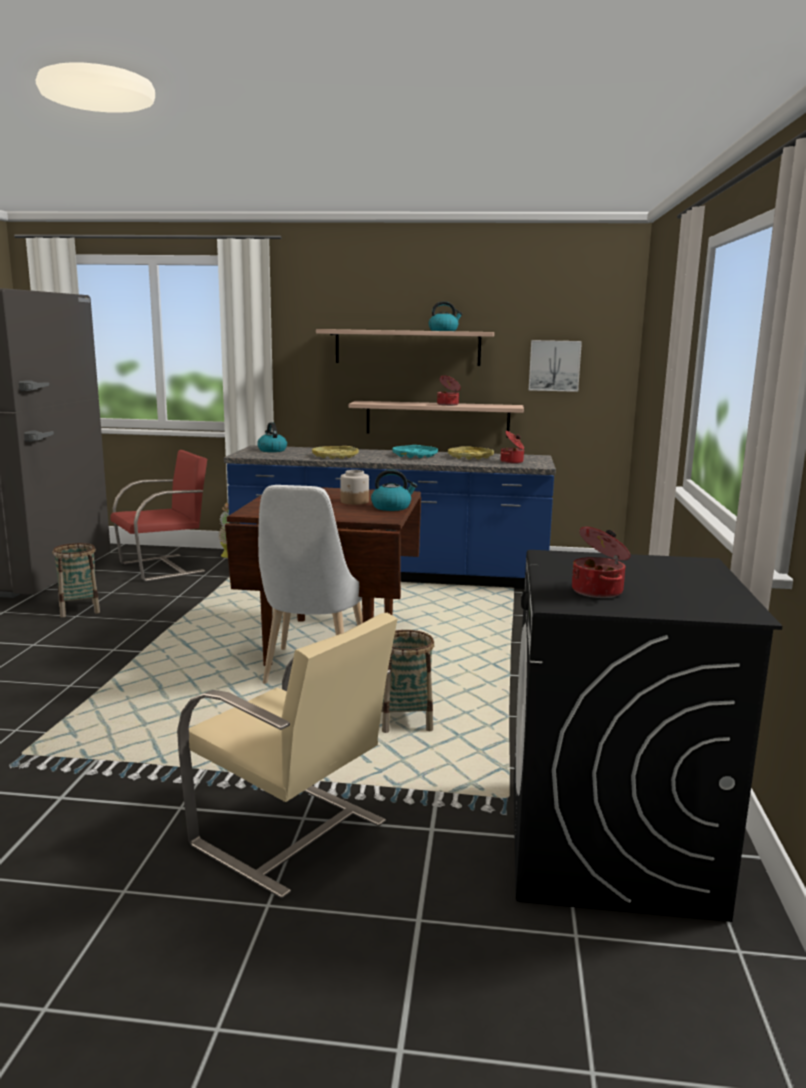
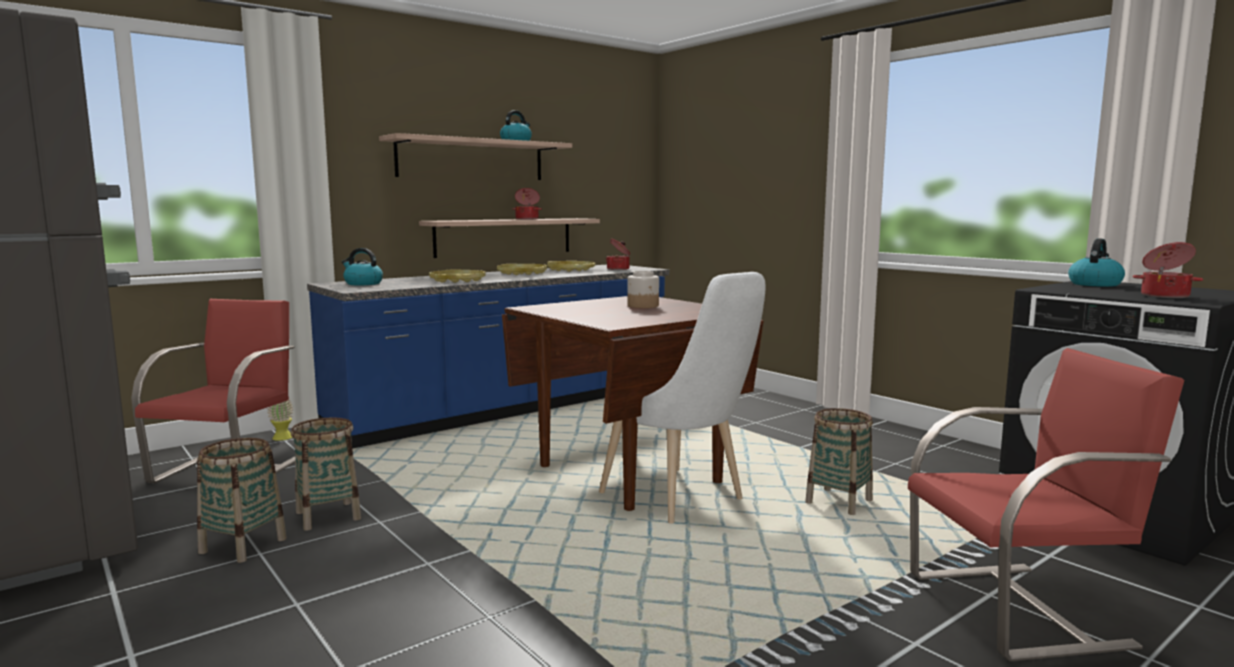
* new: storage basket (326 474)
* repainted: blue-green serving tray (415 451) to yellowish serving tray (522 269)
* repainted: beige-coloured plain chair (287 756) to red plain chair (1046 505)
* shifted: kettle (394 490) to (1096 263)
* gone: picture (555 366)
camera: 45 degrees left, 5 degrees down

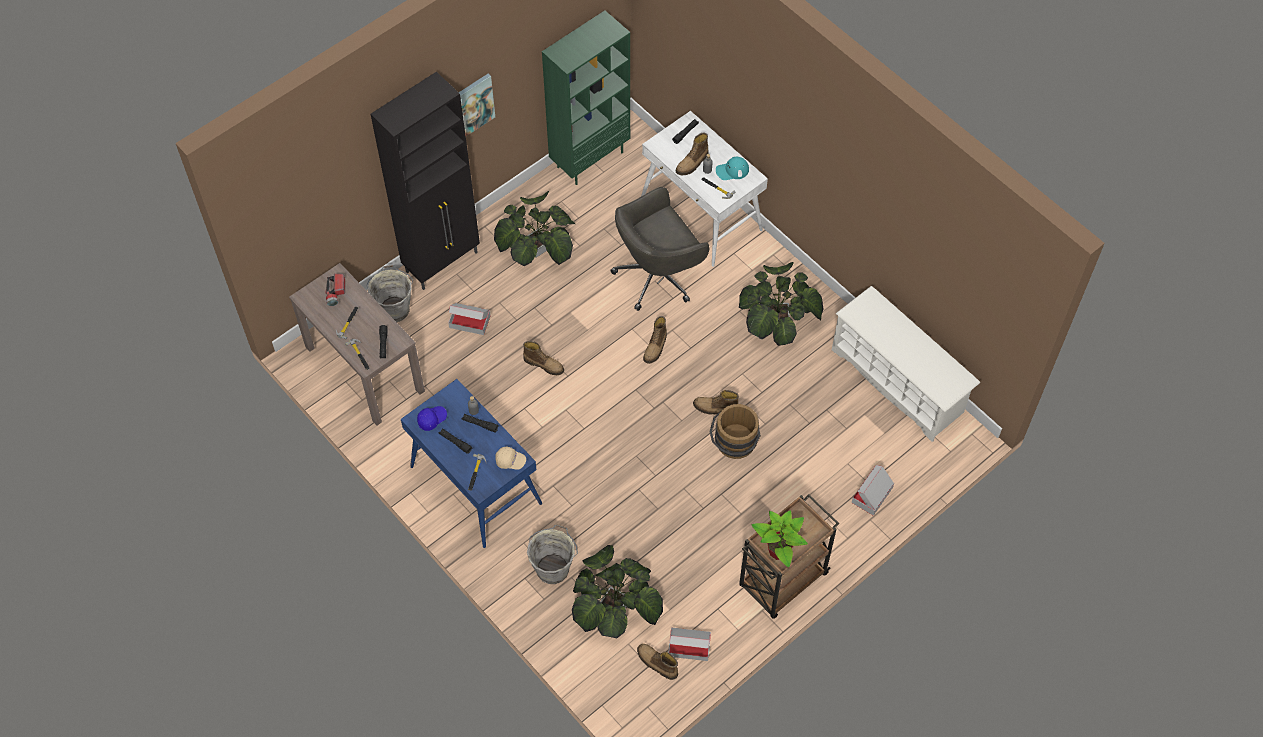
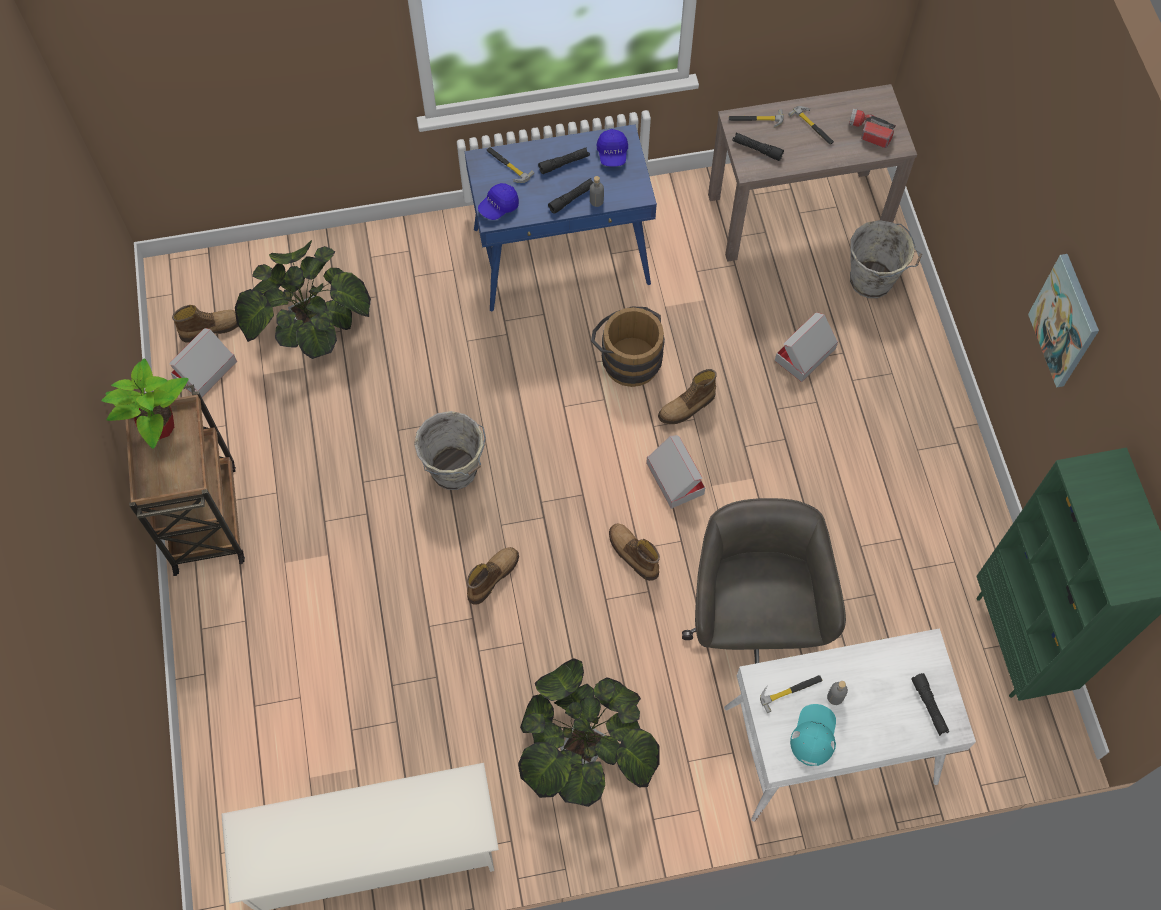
* shifted: grey pail (552 554) to (450 450)
* repainted: beige-coloured baseball cap (510 458) to blue baseball cap (498 201)
* shifted: brown pail (735 431) to (628 347)
* shifted: cardboard box (873 490) to (675 472)
* gone: blackish cabinet (425 181)
* gone: houseplant (534 228)
* gone: high-top boot (692 154)
camera: 120 degrees right, 5 degrees up

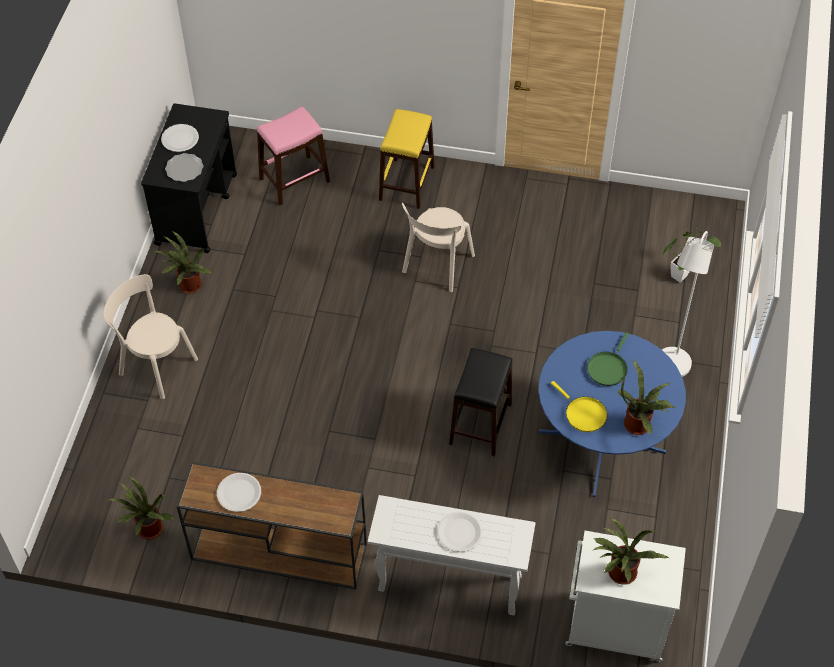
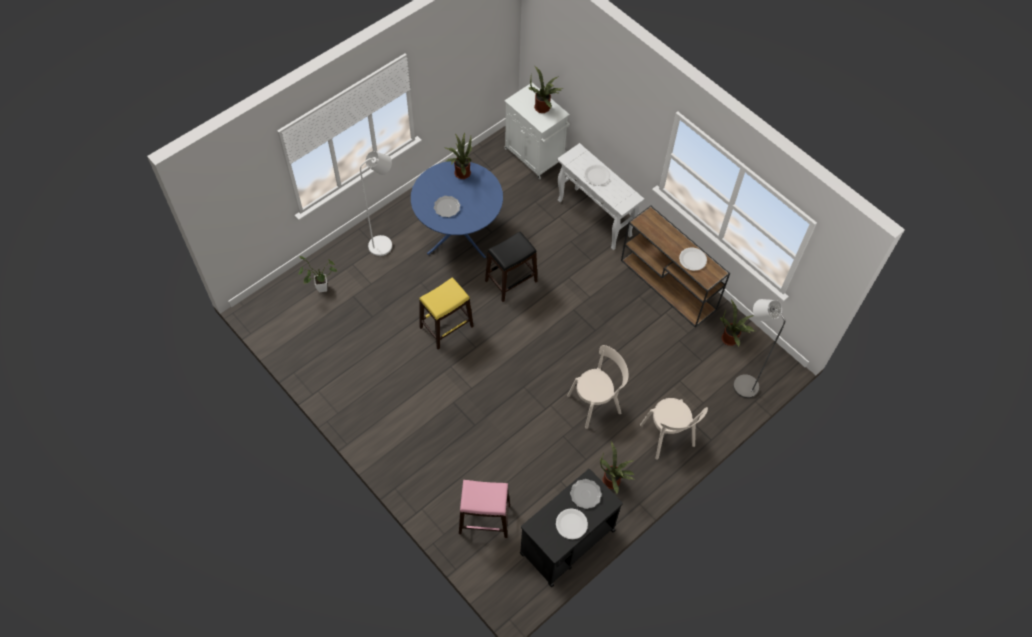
* shifted: yellowish stool (407 159) to (446 313)
* swapped: green pan (608 359) to plate (447 206)
* shifted: beige-coloured plain chair (438 247) to (598 387)
* new: grey standard lamp (759 348)
* gone: yellowish pan (579 406)
camera: 145 degrees left, 5 degrees up

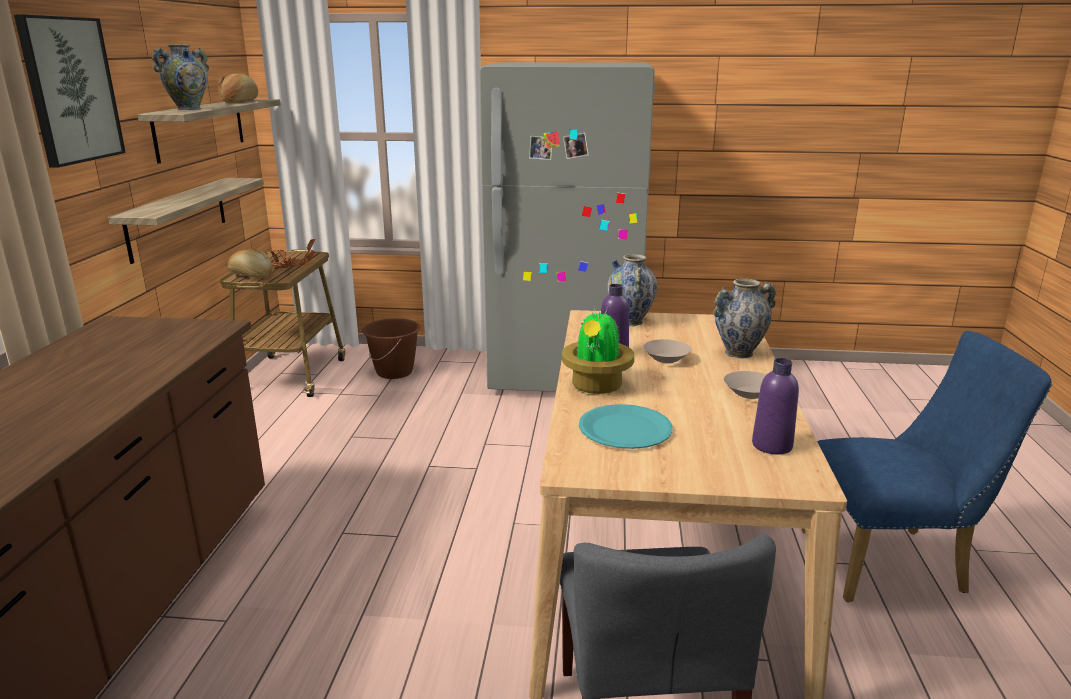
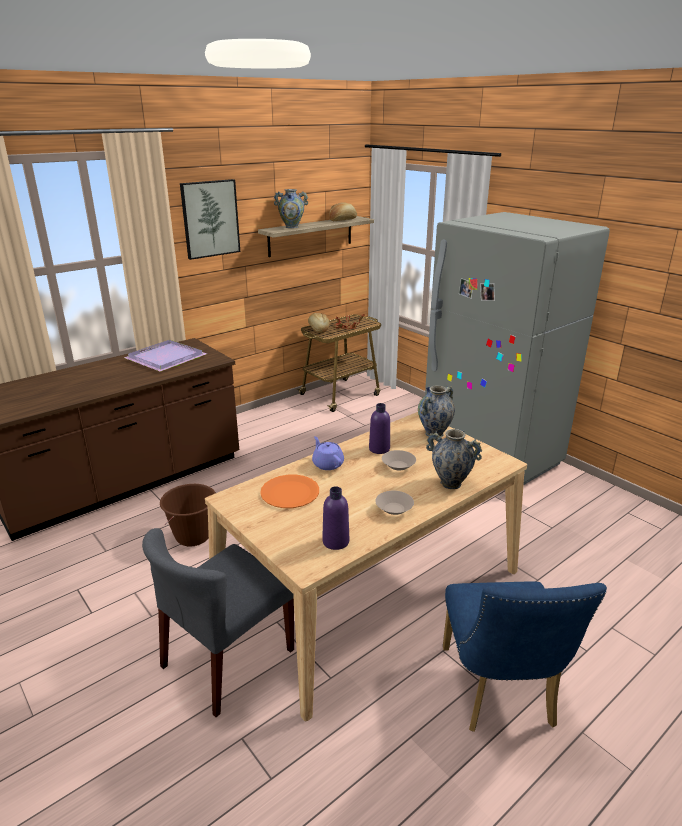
* new: purple-coloured serving tray (165 356)
* shifted: brown pail (391 348) to (188 515)
* repainted: blue-green plate (626 426) to orangey plate (289 491)
* swapped: houseplant (598 351) to purple-coloured teapot (328 453)
* rotated: blue plain chair (926 466) = (525 656) 45 degrees clockwise
* gone: shelf (186 221)
camera: 45 degrees right, 5 degrees up

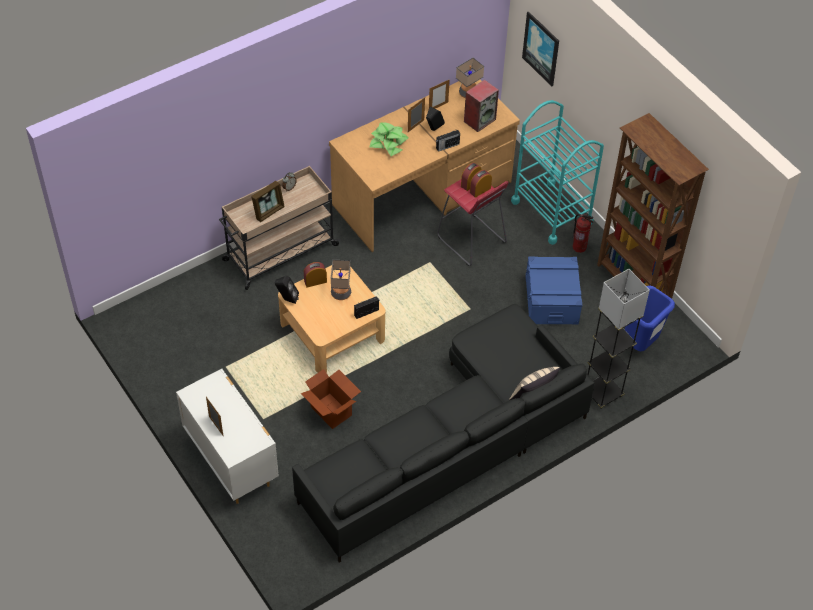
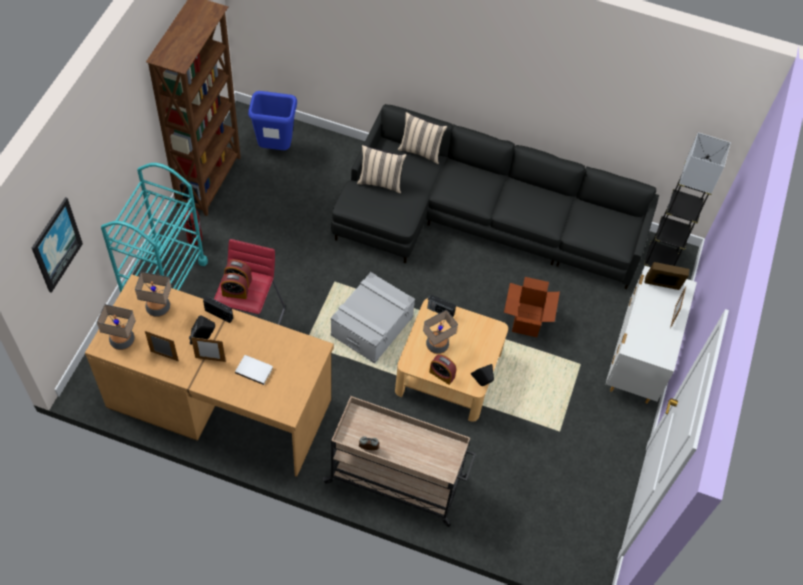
* swapped: loudspeaker (481 105) to lamp for a table (153 294)
* swapped: houseplant (389 139) to white-coloured book (254 370)
* new: grey storage bin (373 318)
* new: beige-coloured throw pillow (382 169)
* shifted: grey standard lamp (618 339) to (687 200)
* shifted: photo frame (268 201) to (667 276)
* gone: blue storage bin (553 290)
camera: 130 degrees left, 5 degrees up

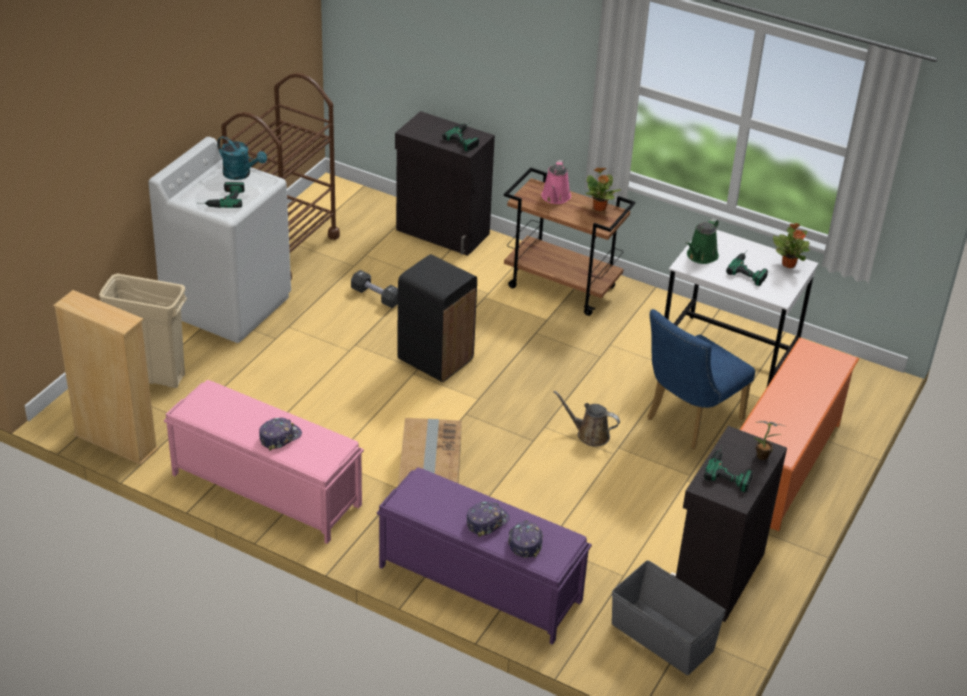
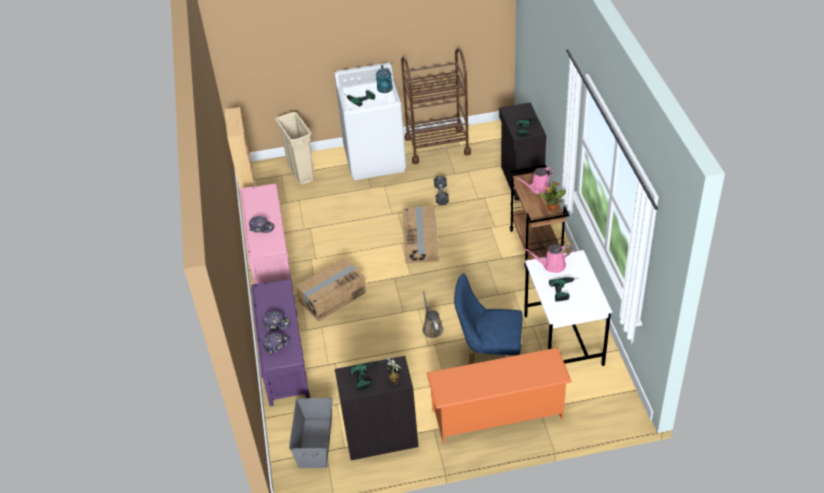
* swapped: blackish trash can (437 318) to cardboard box (420 234)
* repainted: green watering can (702 241) to pink watering can (548 258)
* gone: houseplant (791 245)
camera: 55 degrees right, 5 degrees up

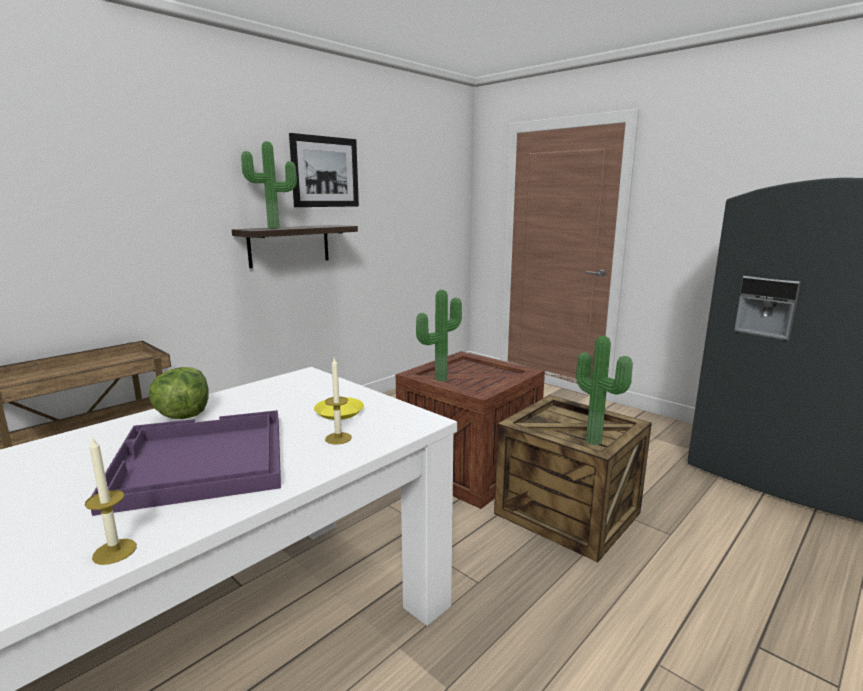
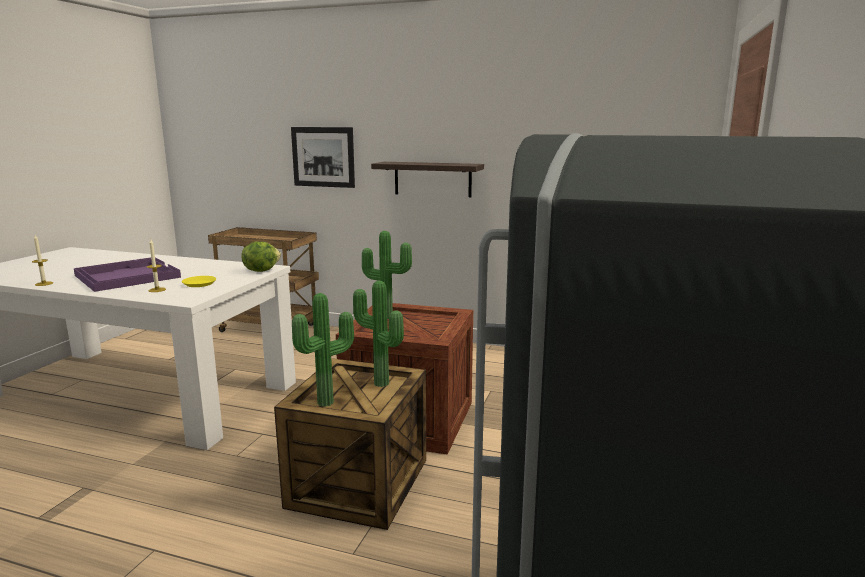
* shifted: head of lettuce (179 393) to (261 257)
* shifted: picture (324 170) to (323 157)
* shifted: houseplant (269 185) to (378 334)
camera: 65 degrees right, 0 degrees up

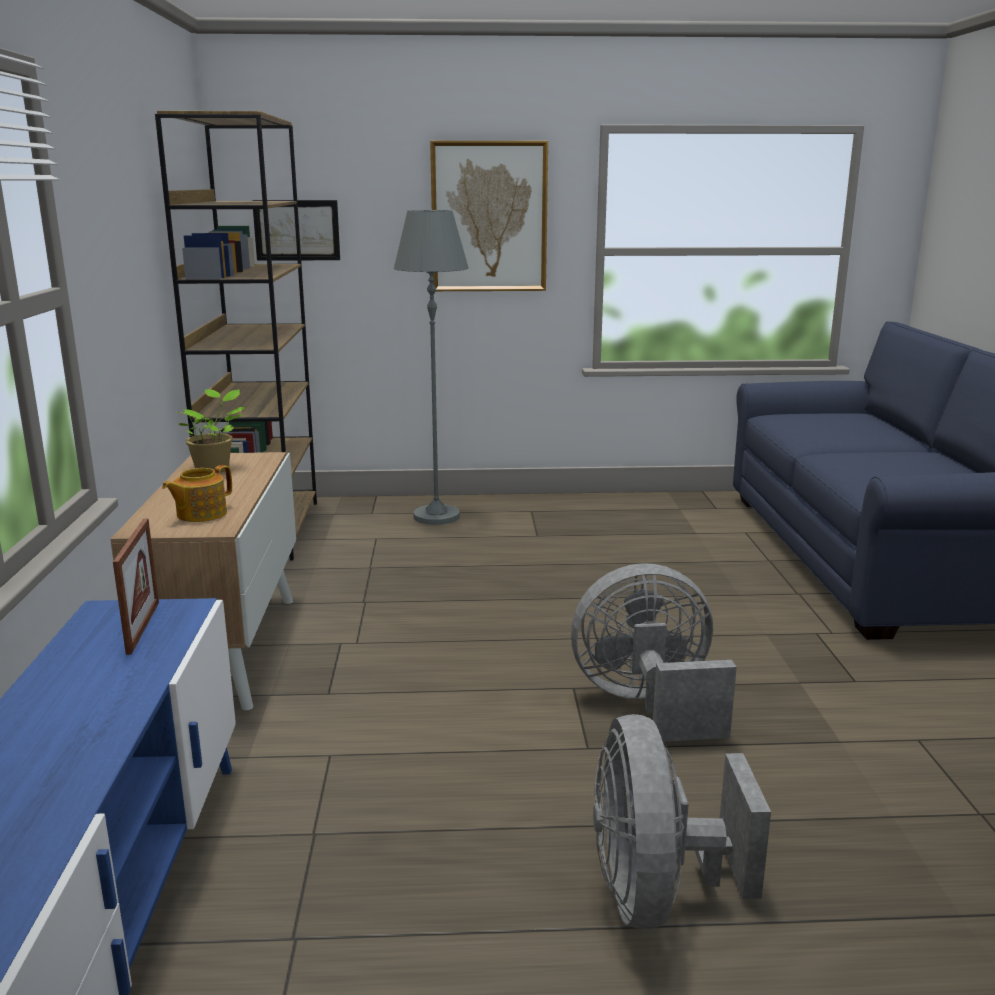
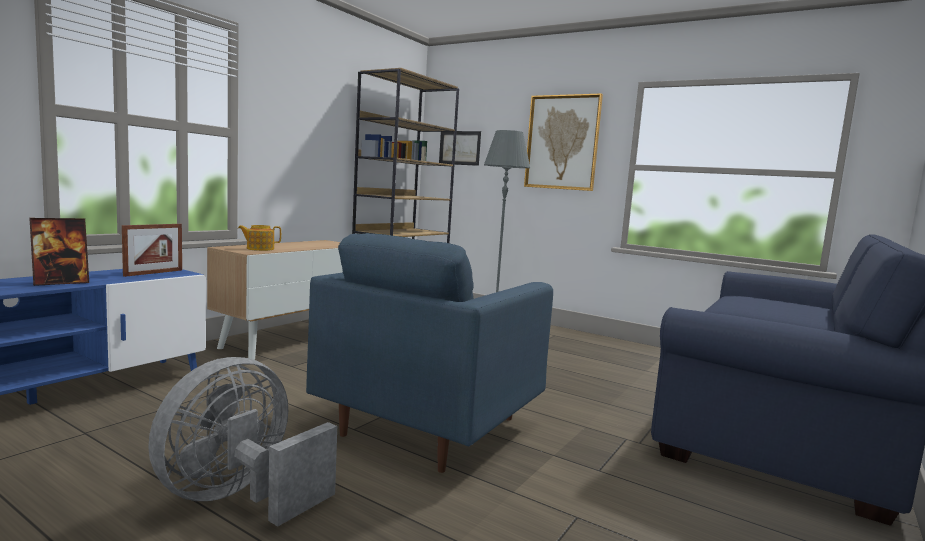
* new: photo frame (59 252)
* swapped: grey fan (654 652) to blue armchair (429 353)
* gone: houseplant (211 431)
camera: 35 degrees right, 10 degrees down

